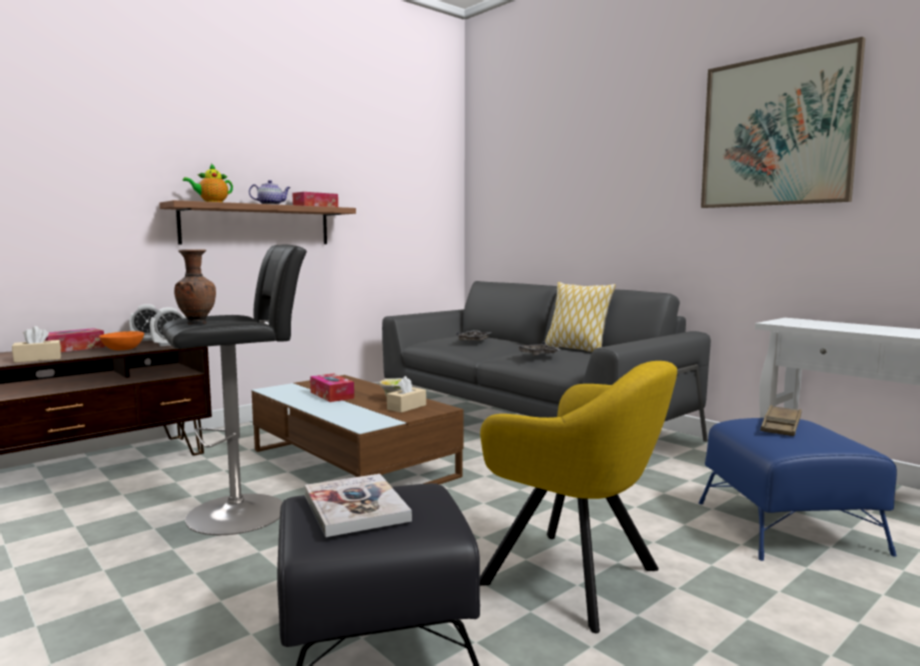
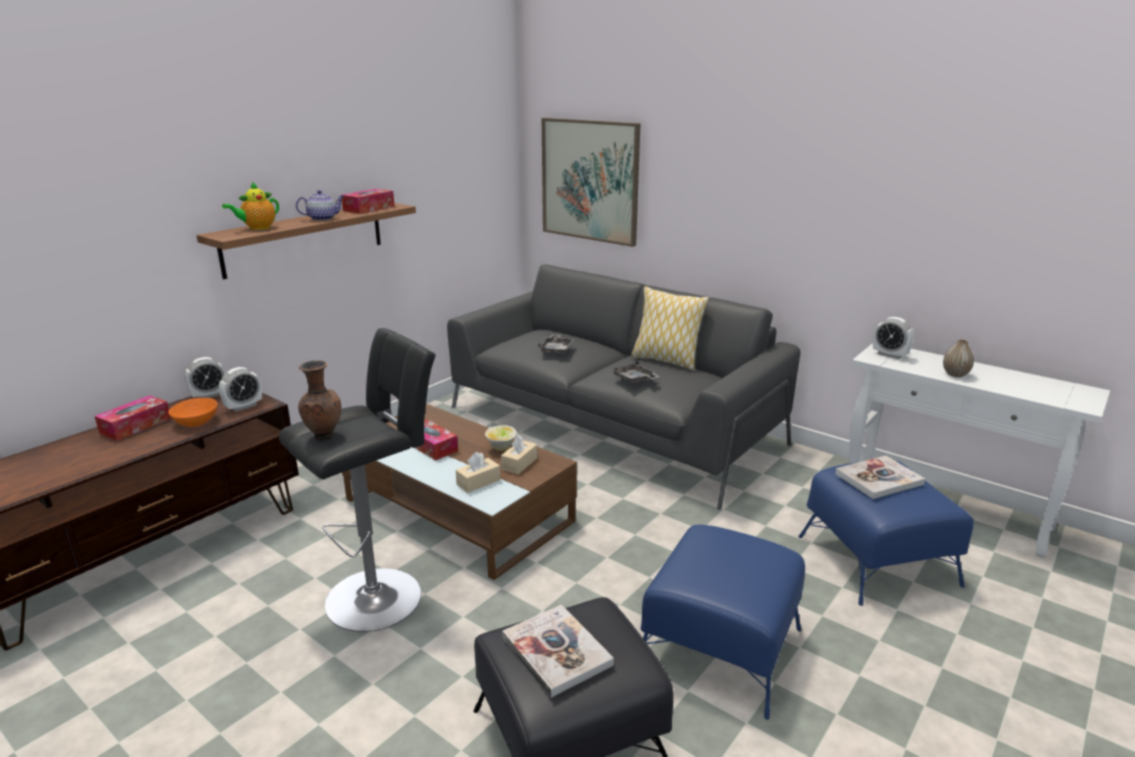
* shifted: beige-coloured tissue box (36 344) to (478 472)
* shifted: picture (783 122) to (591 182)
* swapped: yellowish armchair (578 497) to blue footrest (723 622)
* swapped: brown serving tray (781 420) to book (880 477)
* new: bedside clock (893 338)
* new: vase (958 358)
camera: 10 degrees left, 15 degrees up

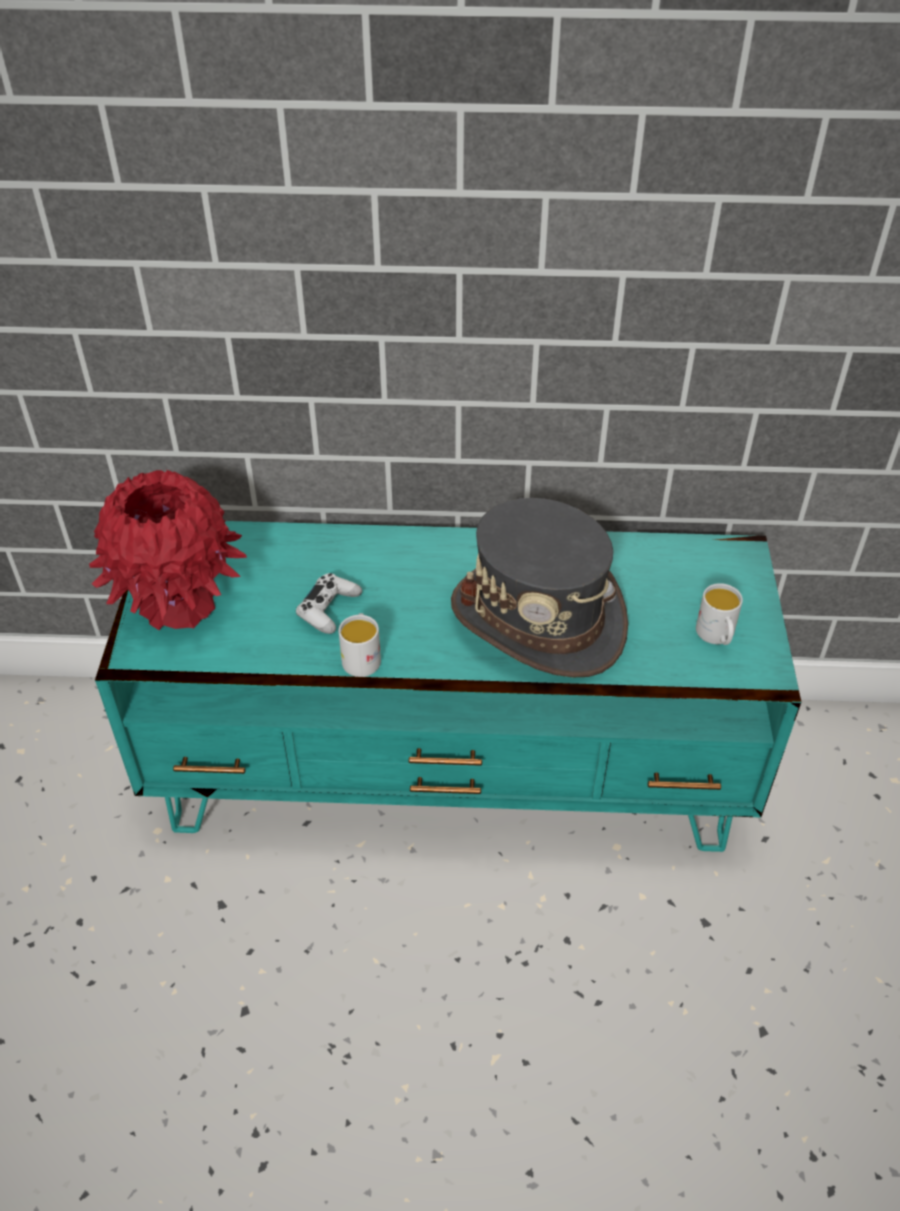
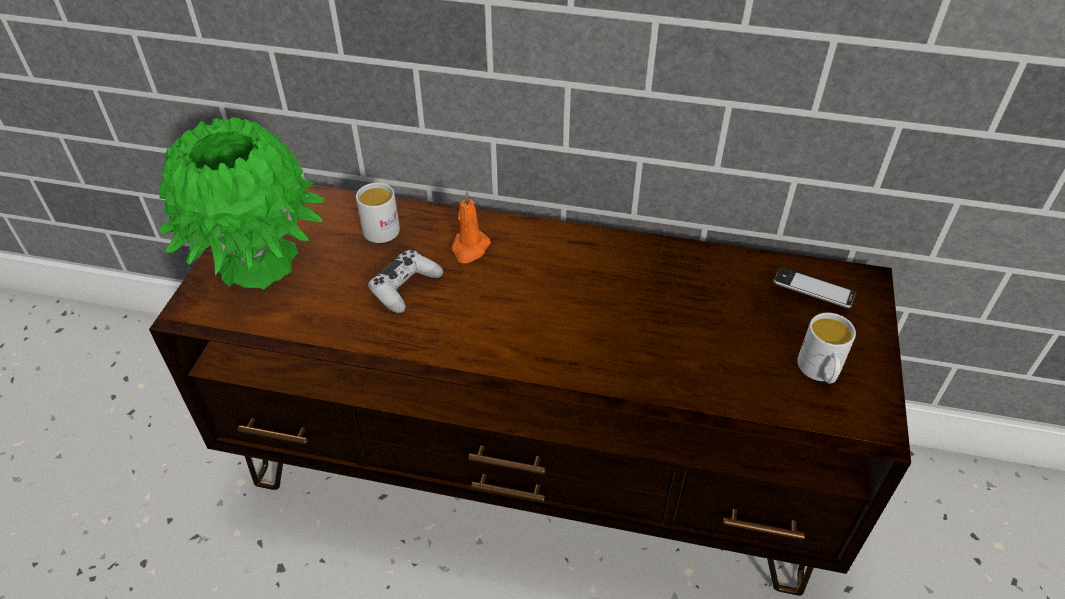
* repainted: blue-green tv unit (448 686) to brown tv unit (530 390)
* repainted: red vase (168 549) to green vase (241 203)
* shifted: white-coloured mug (360 645) to (378 213)
* new: orangey wax light (471 227)
* new: handset (814 288)
* gone: grey wearable hat (539 587)
camera: 10 degrees right, 0 degrees up

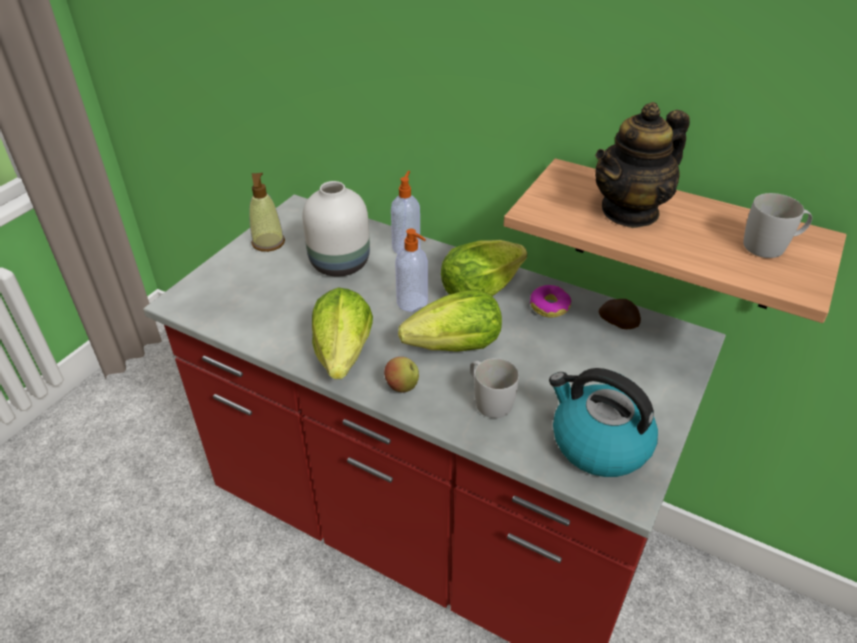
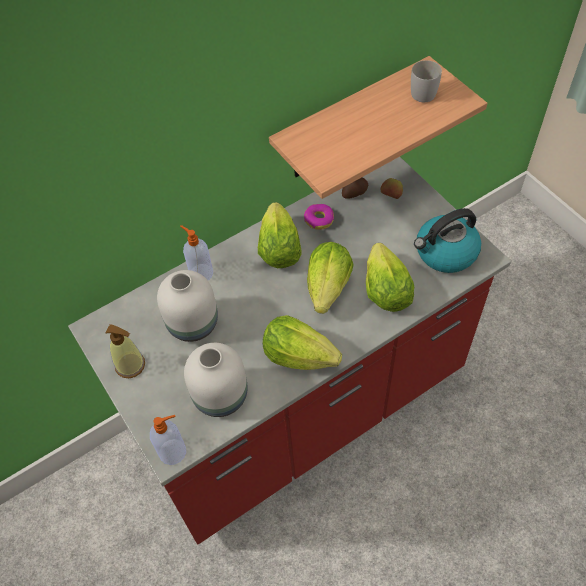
* shifted: liquid soap bottle (411 270) to (168 440)
* new: white-coloured vase (216 380)
* swapped: white-coloured mug (494 388) to head of lettuce (390 277)
* shifted: whole apple (401 374) to (392 188)
* gone: teapot (642 165)
camera: 60 degrees left, 15 degrees up

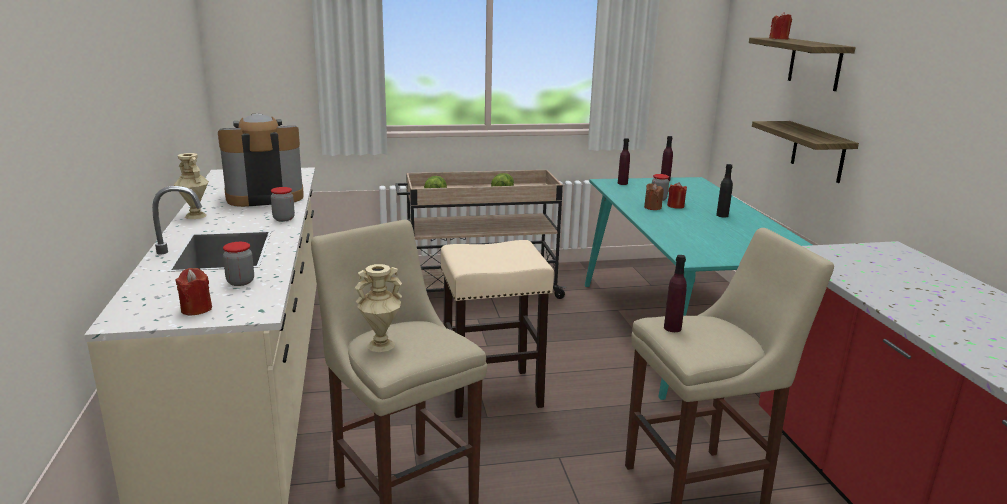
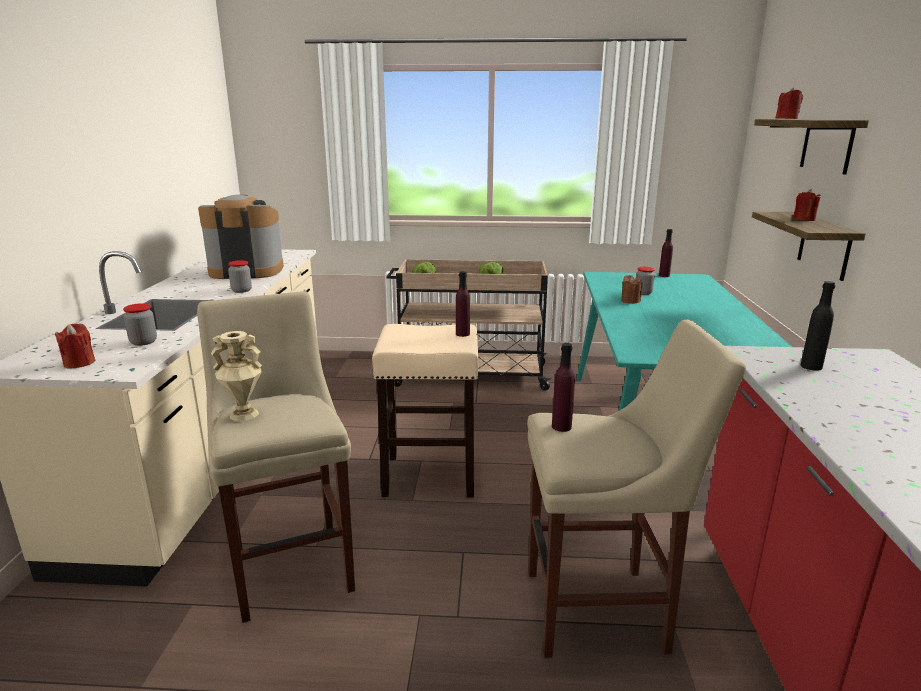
* shifted: purple-coloured bottle (624 161) to (463 304)
* shifted: red wax light (677 195) to (807 205)
* shifted: blackish bottle (724 190) to (817 326)
* gone: beige-coloured vase (191 186)
camera: 15 degrees right, 0 degrees up

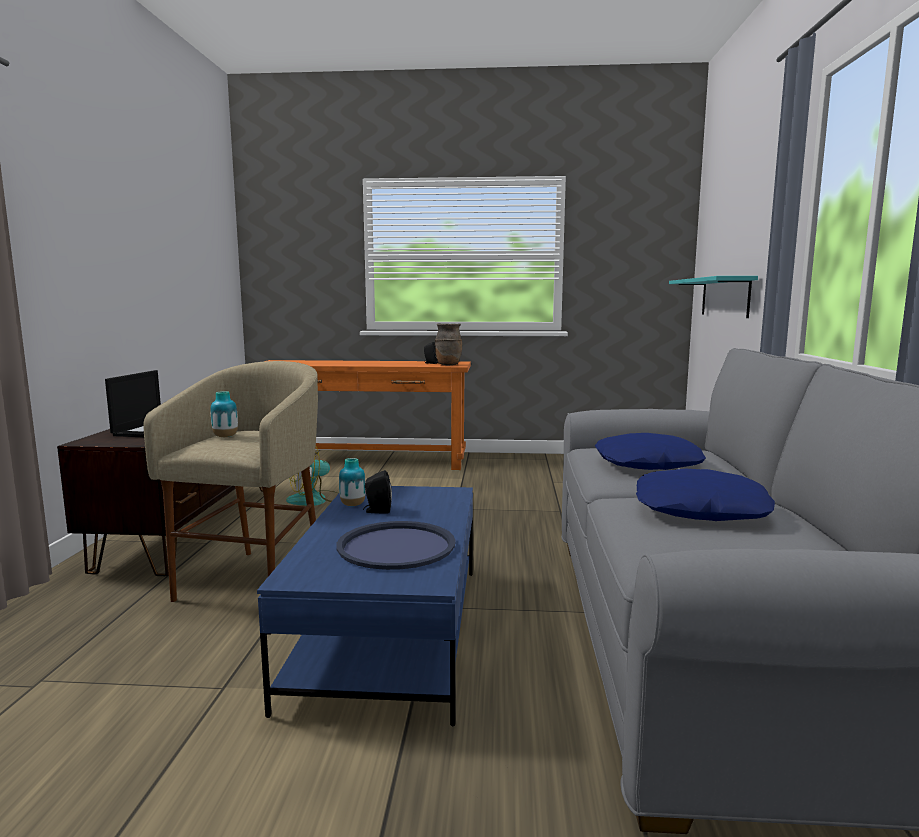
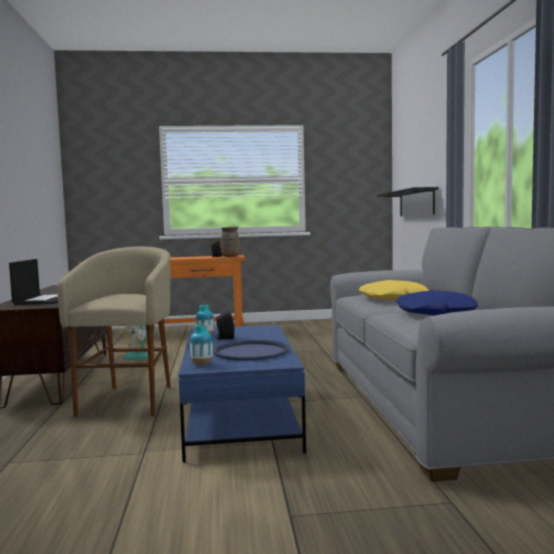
* shifted: vase (224 414) to (201 344)
* repainted: blue throw pillow (650 451) to yellowish throw pillow (394 290)
* repainted: blue-green shelf (713 297) to blackish shelf (408 201)
camera: 10 degrees left, 5 degrees down

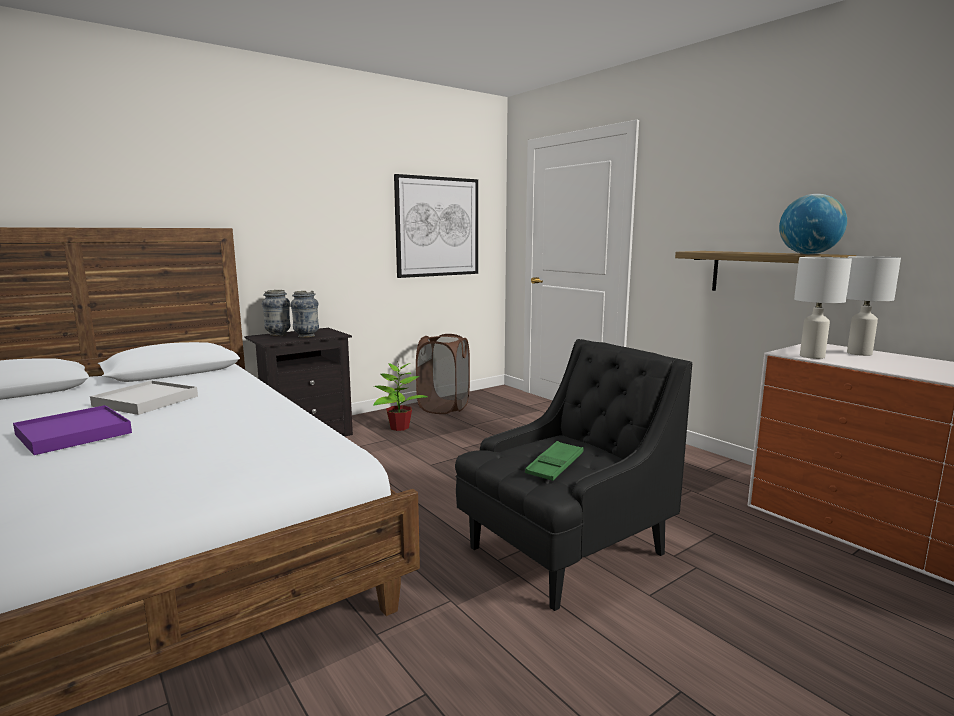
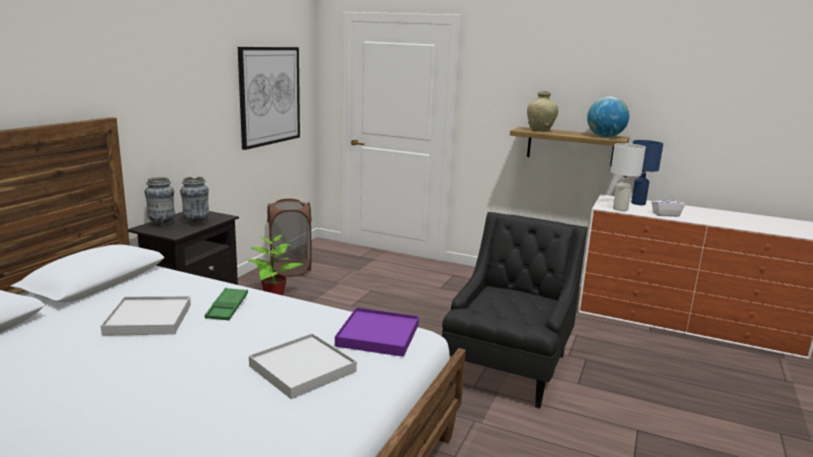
* shifted: green serving tray (554 461) to (226 304)
* new: white-coloured serving tray (303 366)
* shifted: purple-coloured serving tray (72 430) to (377 332)
* new: beige-coloured vase (542 111)
* repainted: white-coloured lamp for a table (873 306) to blue lamp for a table (647 172)
* new: white-coloured tissue box (668 205)
camera: 30 degrees left, 5 degrees up

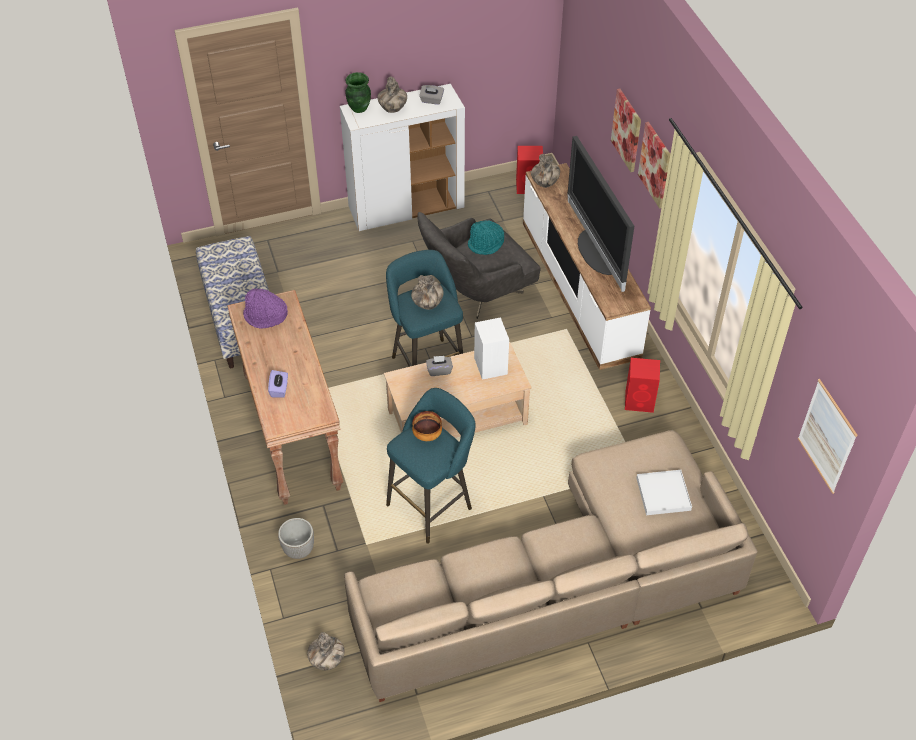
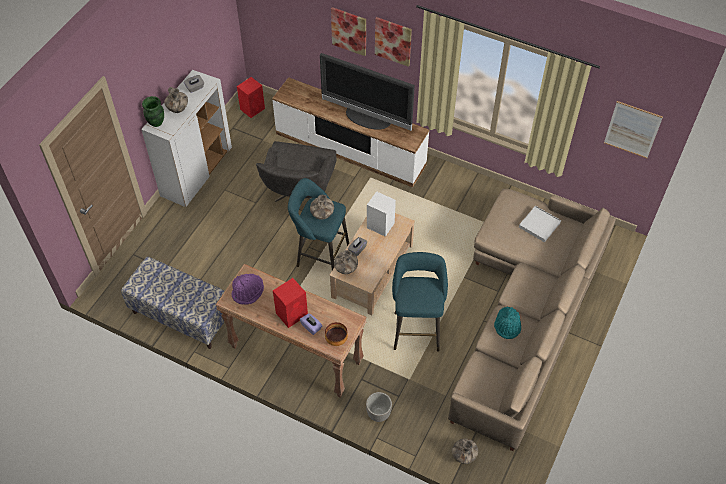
* shifted: red loudspeaker (642 385) to (290 303)
* shifted: serving bowl (427 426) to (336 334)
* shifted: vase (545 171) to (346 262)
* shifted: blue-green wearable hat (486 237) to (507 322)
camera: 45 degrees left, 5 degrees up

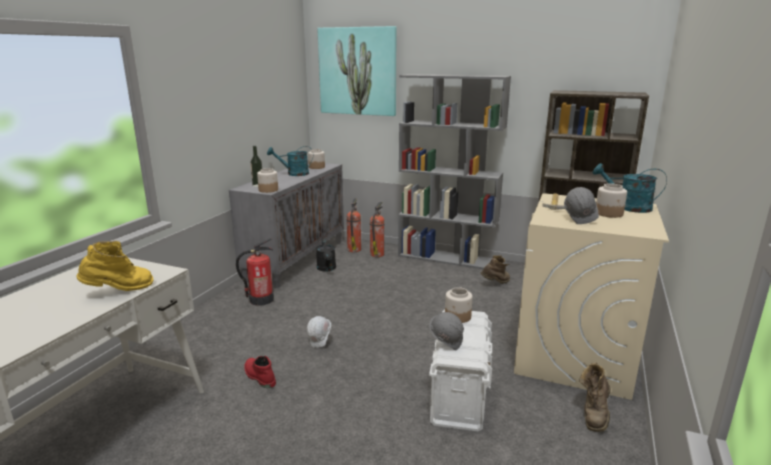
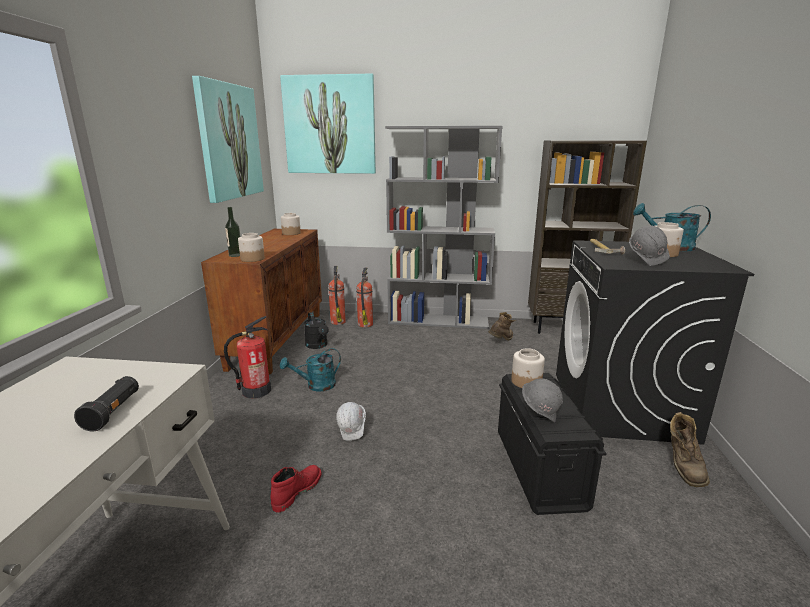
* swapped: yellowish high-top boot (114 266) to blackish hand torch (106 404)
* new: picture (228 139)
* repainted: grey cabinet (286 225) to brown cabinet (261 301)
* rotated: red high-top boot (260 372) = (296 488) 90 degrees clockwise
* shifted: blue-green watering can (290 161) to (310 370)
* repainted: white-coloured storage bin (460 371) to blackish storage bin (552 444)
* repainted: beige-coloured laundry machine (591 296) to blackish laundry machine (655 342)
camera: 15 degrees left, 0 degrees up

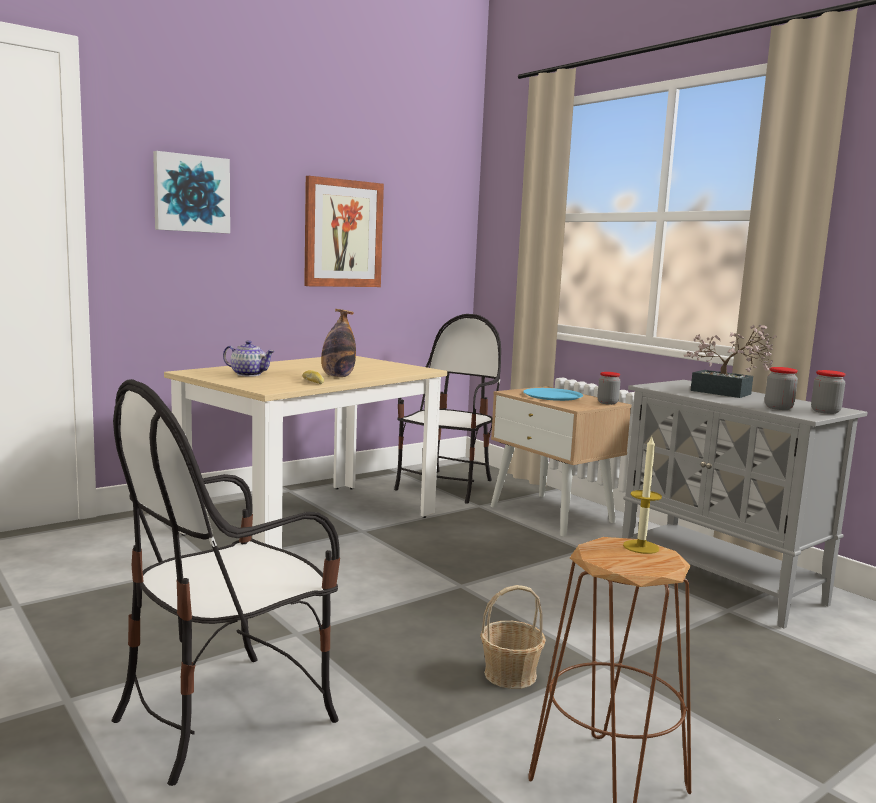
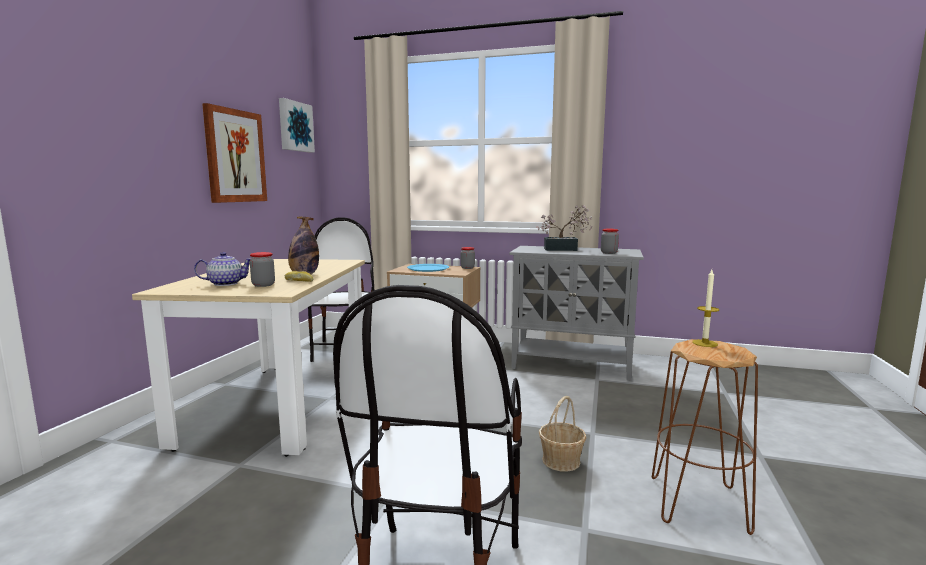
* shifted: preserve jar (828 392) to (262 269)
* shifted: picture (191 192) to (297 125)
camera: 35 degrees left, 0 degrees up

